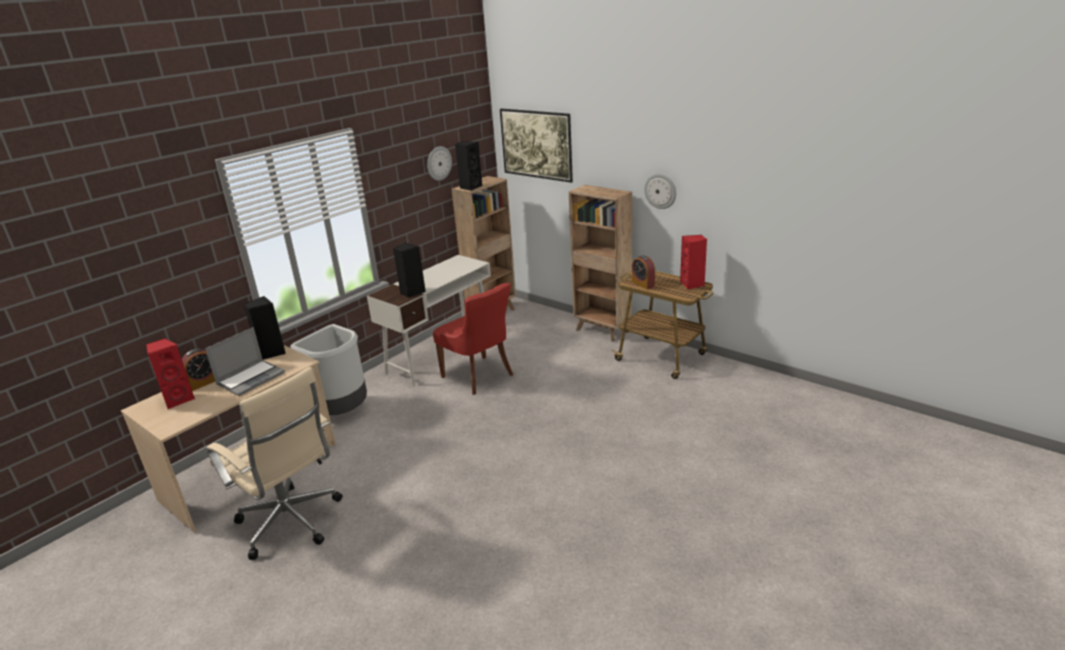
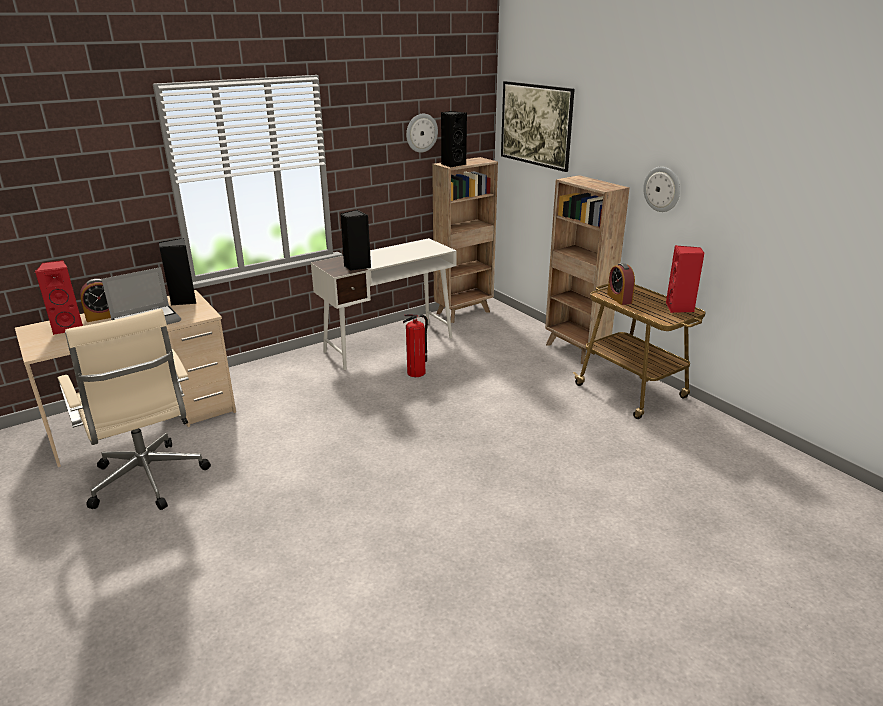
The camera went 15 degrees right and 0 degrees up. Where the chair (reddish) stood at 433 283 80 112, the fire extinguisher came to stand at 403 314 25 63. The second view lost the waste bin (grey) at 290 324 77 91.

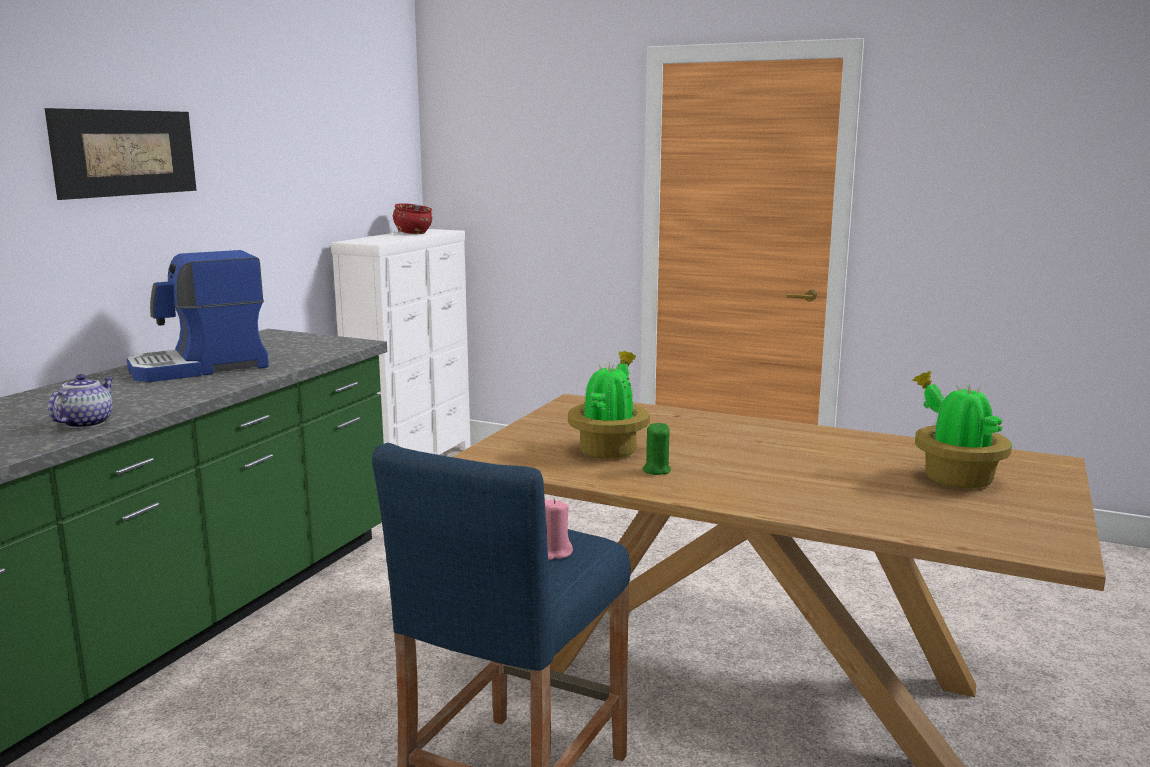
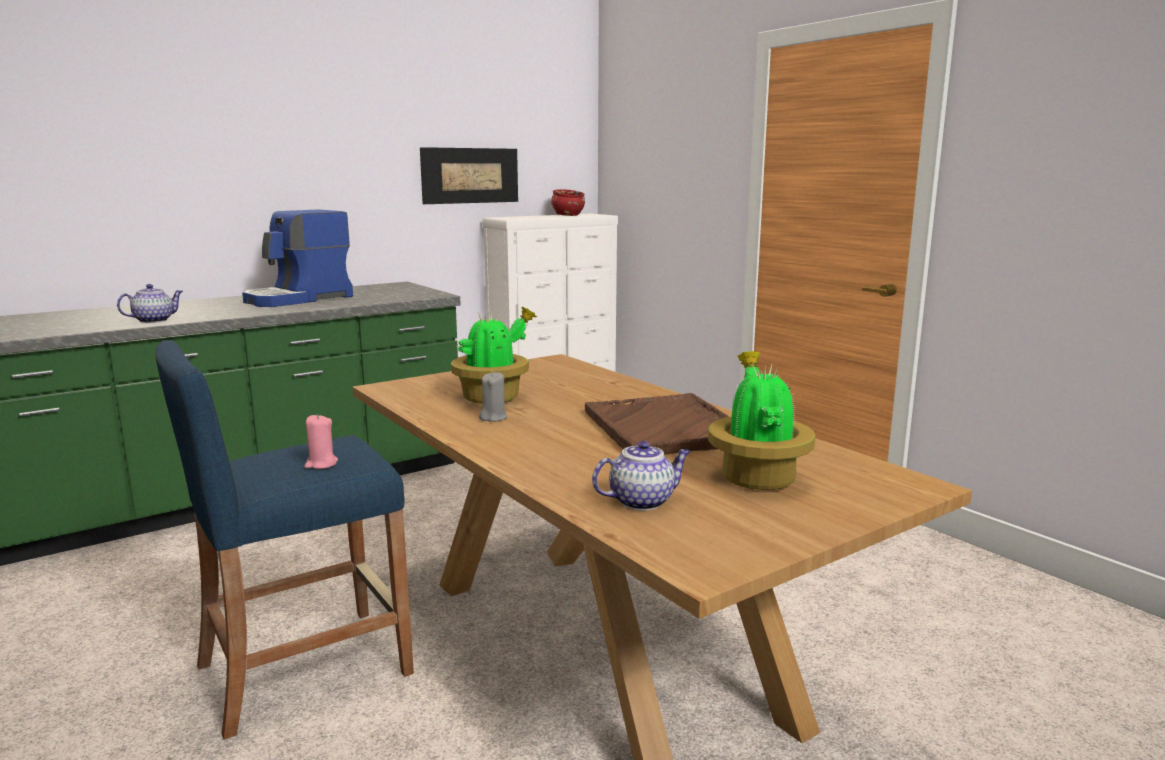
The camera went 30 degrees right and 0 degrees up. The coffee brewer at 127 250 142 132 ended up facing another way, 45 degrees counterclockwise from before. The picture ended up elsewhere, having gone from 45 108 152 92 to 420 147 98 57. What was the candle (greenish) at 643 423 28 52 turned into the candle (grey) at 479 371 29 51. The second view gained the serving tray (brown) at 585 393 144 62. The second view gained the pot for tea at 592 441 99 69.

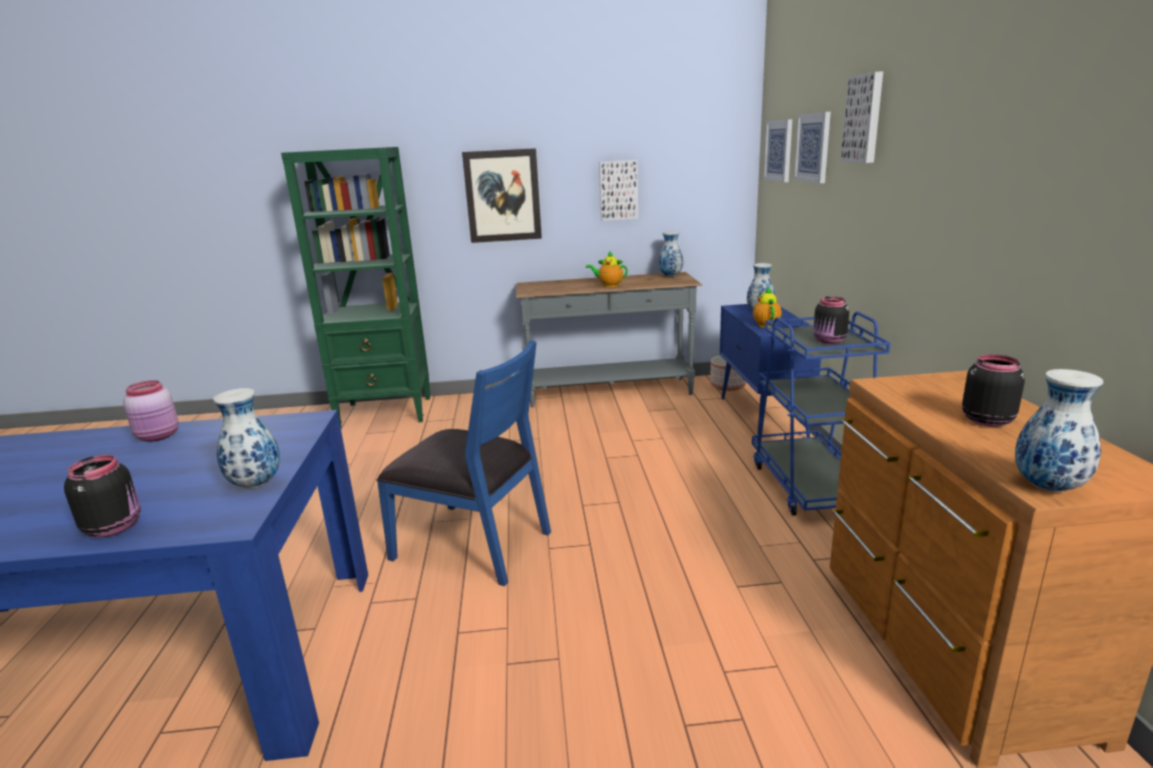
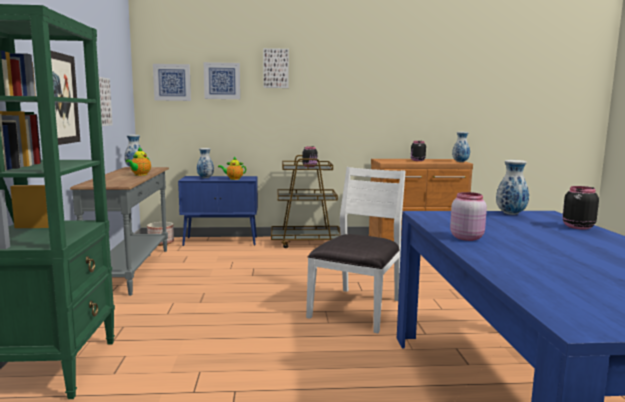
The camera went 90 degrees left and 10 degrees down. What was the wheeled cart (blue-coloured) at 752 311 138 205 turned into the wheeled cart (brown) at 271 155 70 93. What was the chair (blue-coloured) at 376 340 175 246 turned into the chair (whitish) at 306 167 100 166.

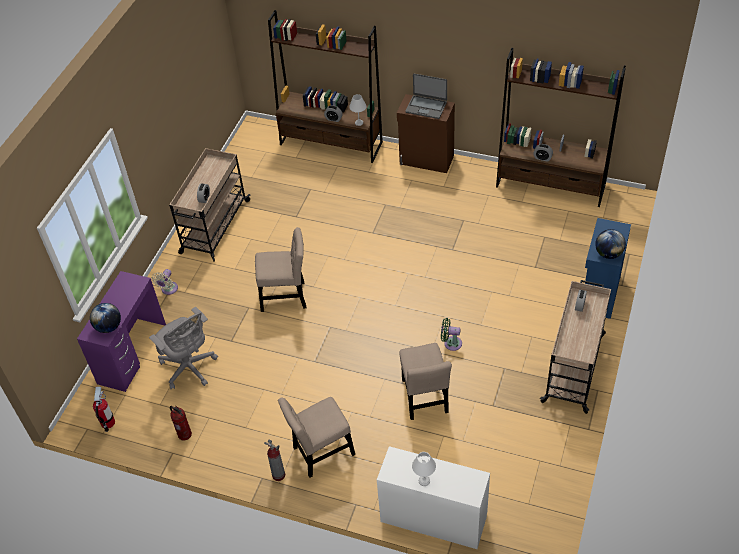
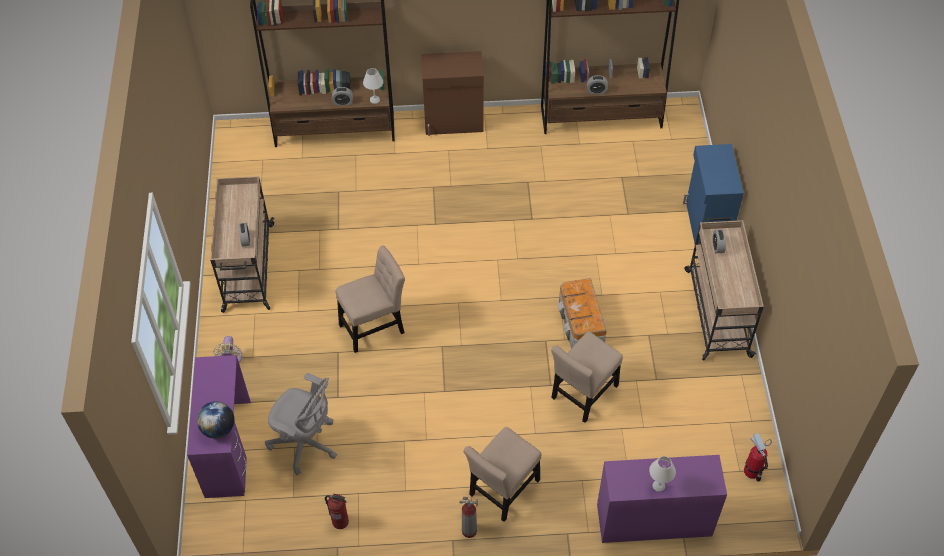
The camera went 25 degrees left and 5 degrees up. The chair (beige) at 399 343 53 77 ended up facing another way, 75 degrees clockwise from before. Where the fan (greenish) stood at 441 318 21 33, the storage bin came to stand at 558 278 48 70. What was the desk unit (whitish) at 377 446 113 103 turned into the desk unit (purplish) at 597 455 130 88. The fire extinguisher ended up elsewhere, having gone from 93 387 22 45 to 744 433 28 49. The second view lost the notebook computer at 405 74 42 45. The second view lost the world globe at 595 229 31 30.

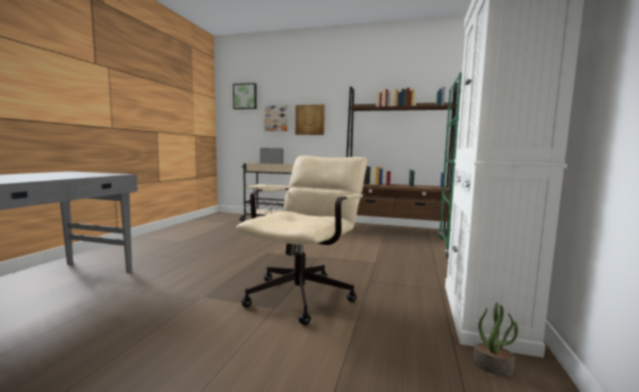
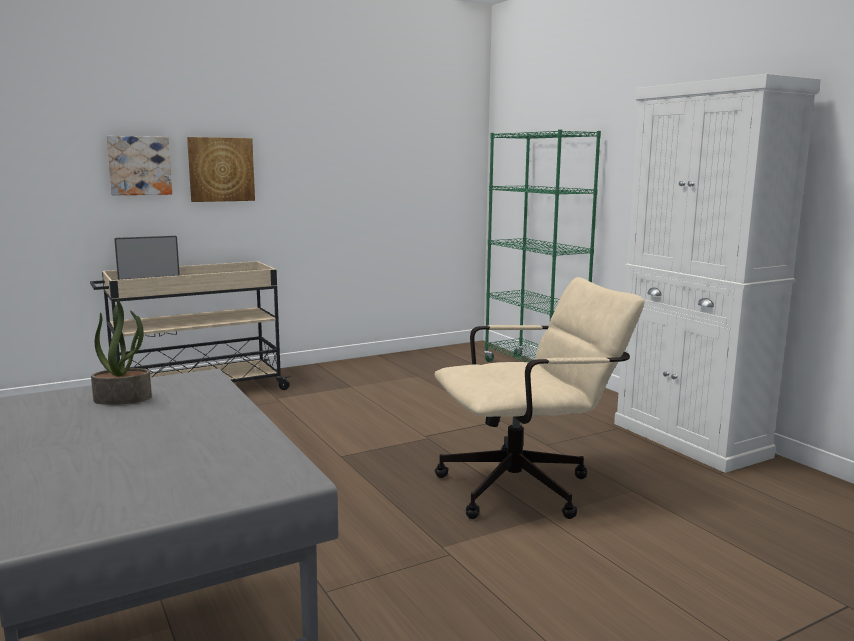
The camera went 45 degrees left and 5 degrees up. The houseplant ended up elsewhere, having gone from 473 302 45 74 to 91 300 61 105. The desk chair (beige) at 236 155 131 170 ended up facing another way, 90 degrees clockwise from before. The second view lost the picture at 233 83 24 26. The second view lost the bookcase (brown) at 346 83 112 154.

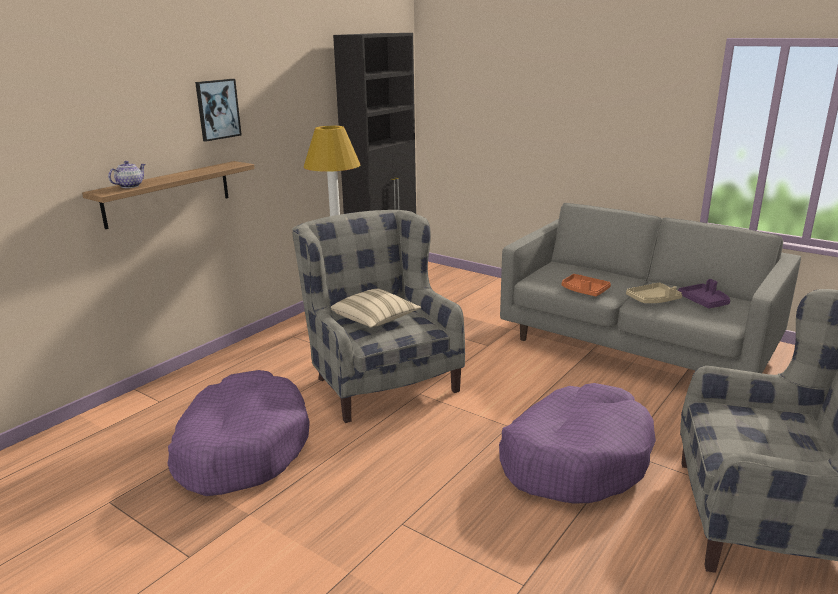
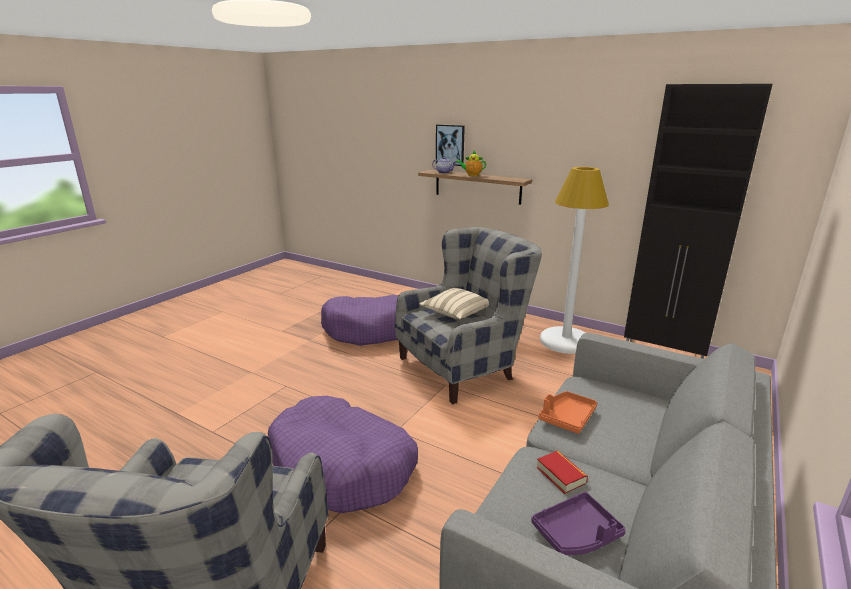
The camera went 85 degrees right and 0 degrees up. The picture ended up elsewhere, having gone from 195 79 47 62 to 436 124 29 42. The second view gained the pot for tea at 456 151 30 25. Where the serving tray (beige) stood at 626 283 56 20, the bound book came to stand at 536 450 52 44.

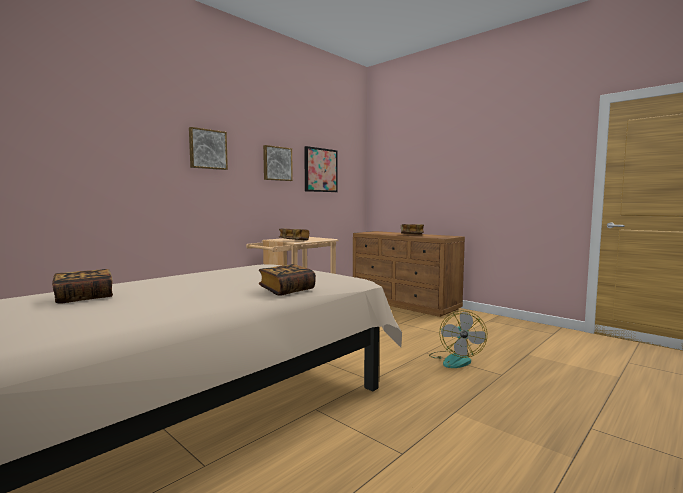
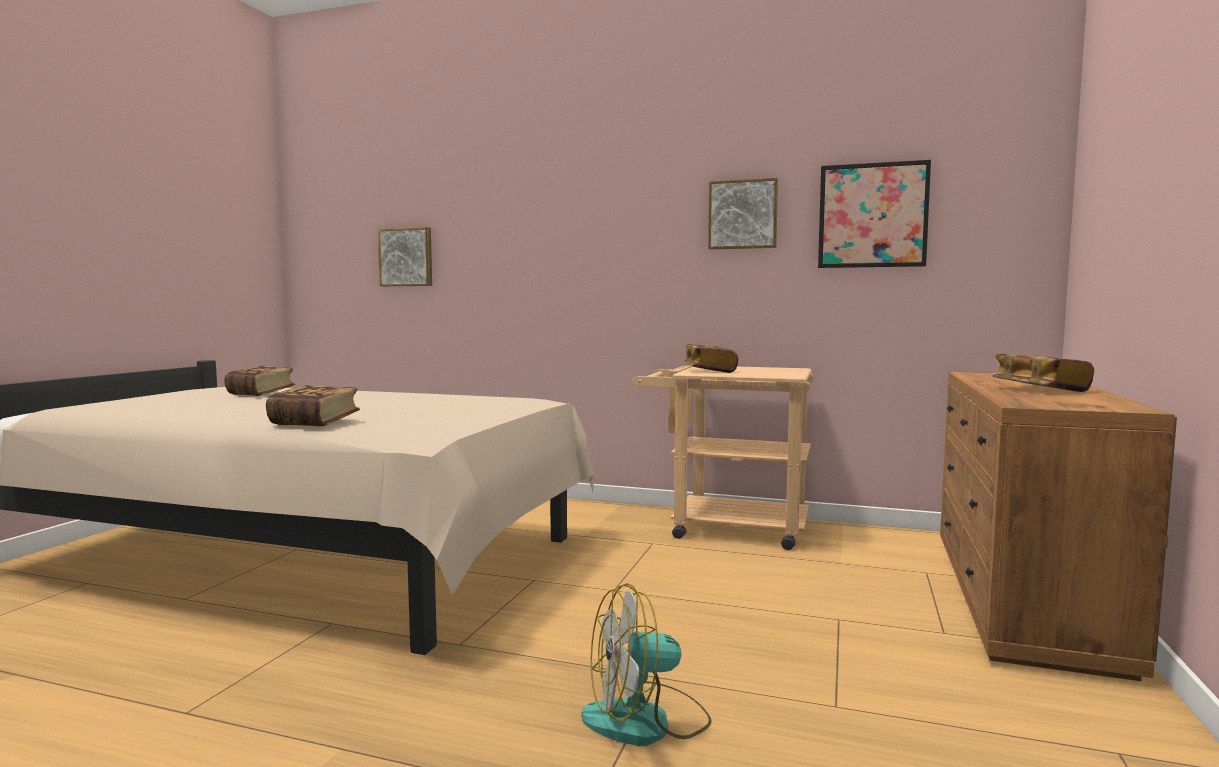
The camera went 65 degrees right and 0 degrees up. The picture ended up elsewhere, having gone from 189 127 39 43 to 378 227 54 59.

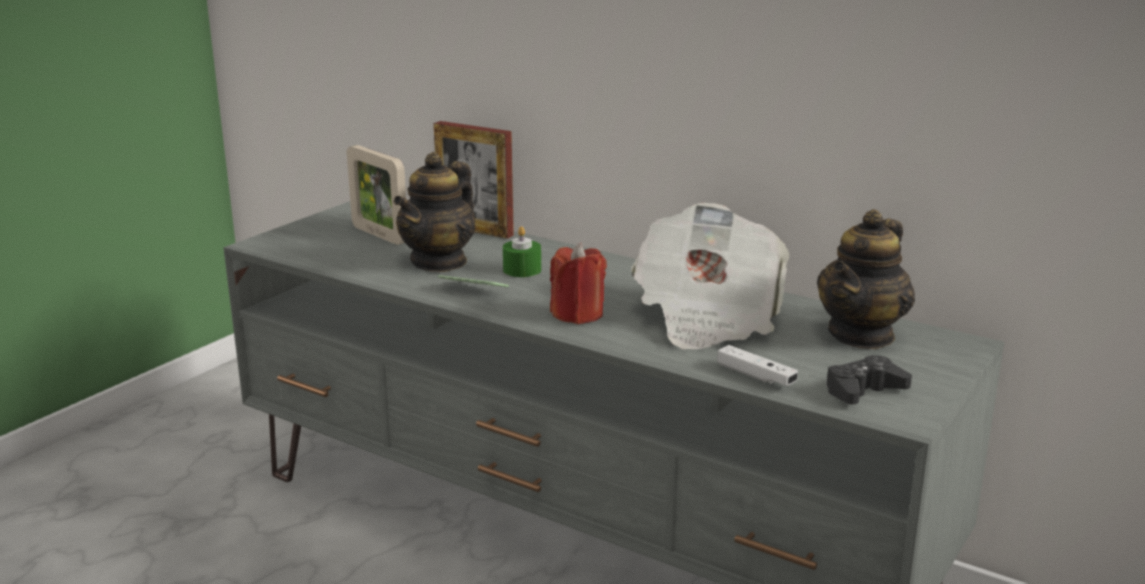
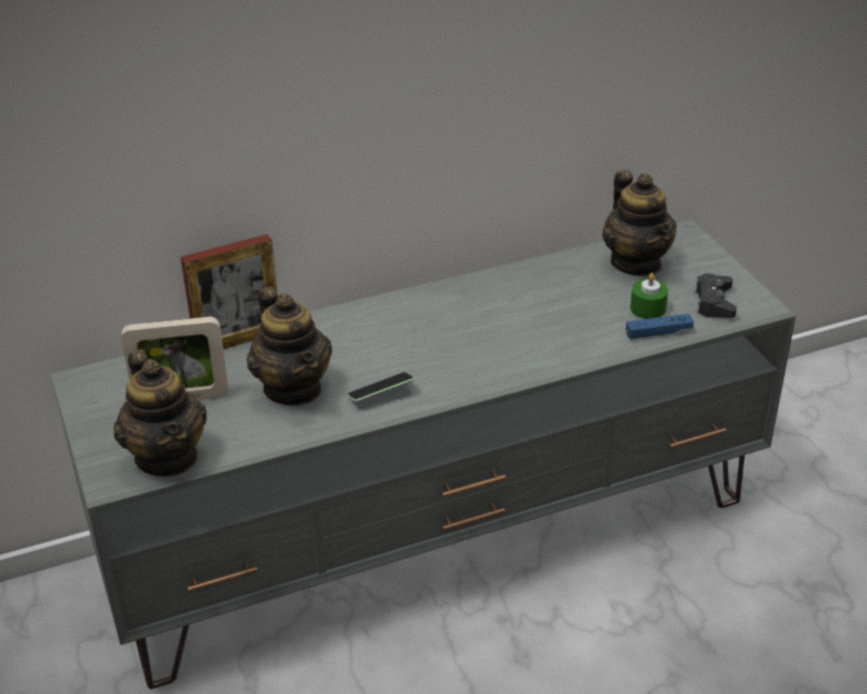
The camera went 55 degrees left and 15 degrees up. The second view gained the pot for tea at 114 349 93 128. What was the joypad (whitish) at 717 345 81 41 turned into the joypad (blue-coloured) at 626 314 68 25. The candle (greenish) ended up elsewhere, having gone from 503 226 38 51 to 630 273 38 46. The second view lost the candle (reddish) at 550 243 57 81. The second view lost the printed paper at 632 203 158 146.

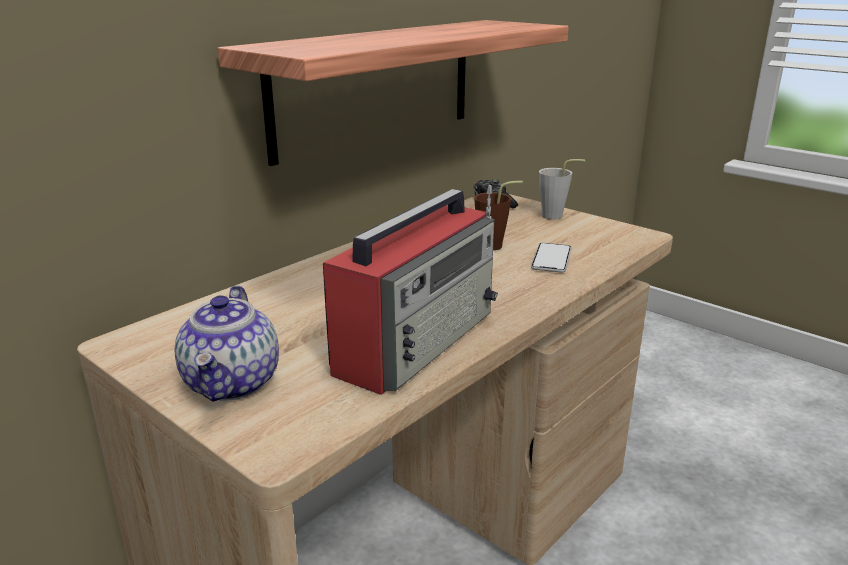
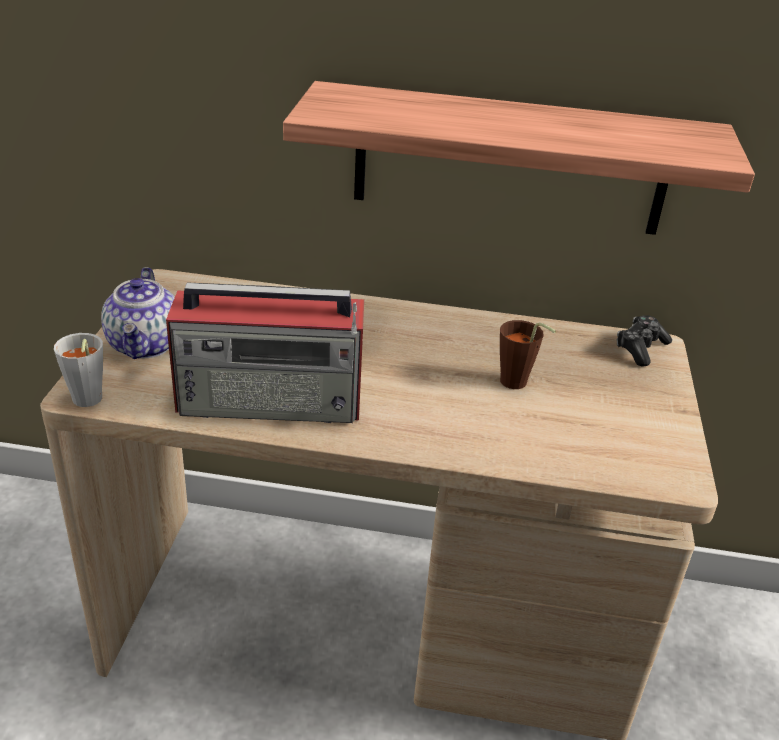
The camera went 55 degrees right and 10 degrees up. The cup (grey) ended up elsewhere, having gone from 539 159 46 61 to 54 333 49 74. The pot for tea at 175 286 104 116 ended up facing another way, 60 degrees counterclockwise from before. The second view lost the telephone at 531 243 41 30.

